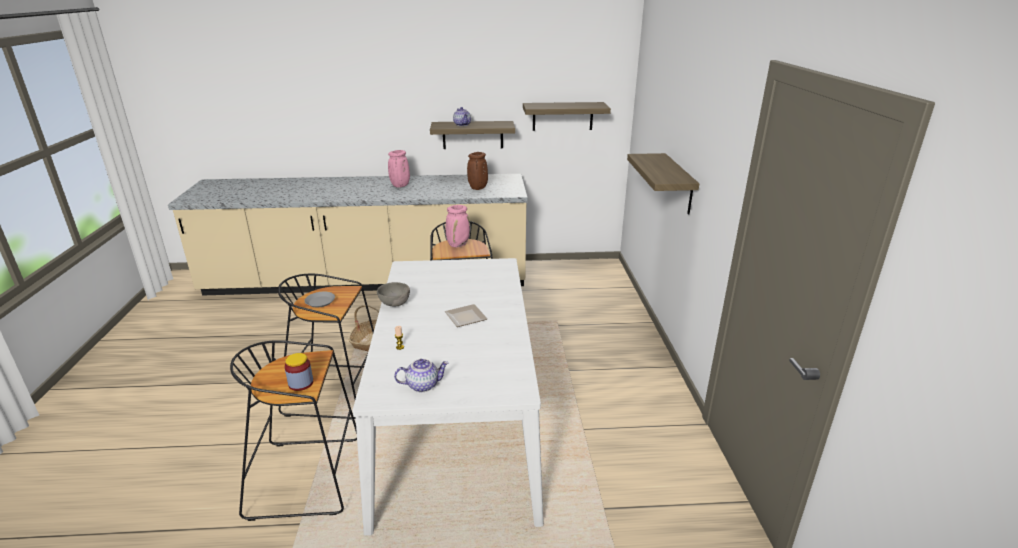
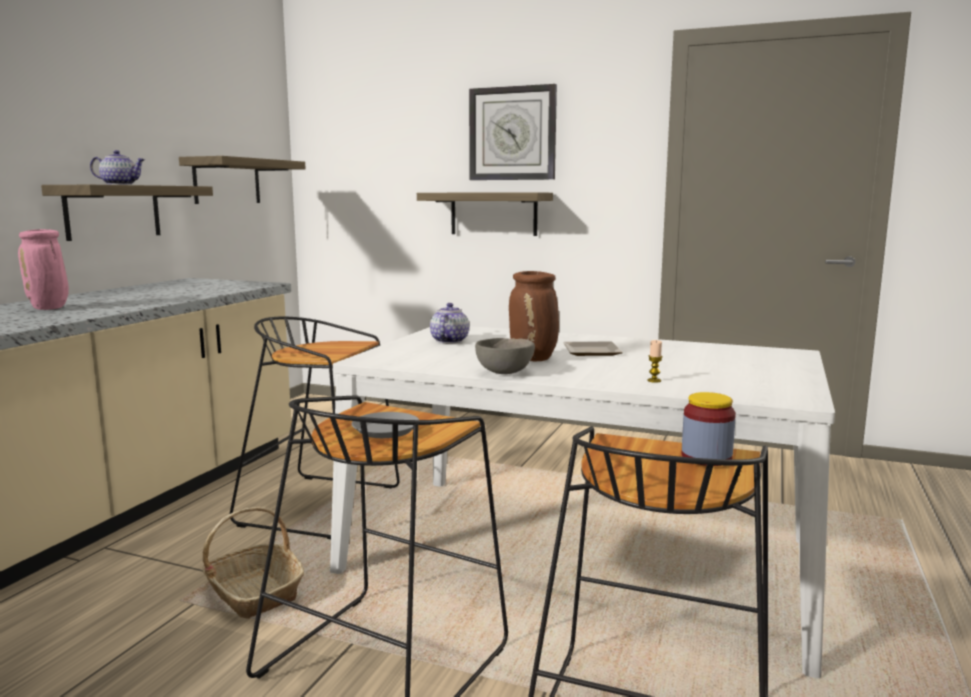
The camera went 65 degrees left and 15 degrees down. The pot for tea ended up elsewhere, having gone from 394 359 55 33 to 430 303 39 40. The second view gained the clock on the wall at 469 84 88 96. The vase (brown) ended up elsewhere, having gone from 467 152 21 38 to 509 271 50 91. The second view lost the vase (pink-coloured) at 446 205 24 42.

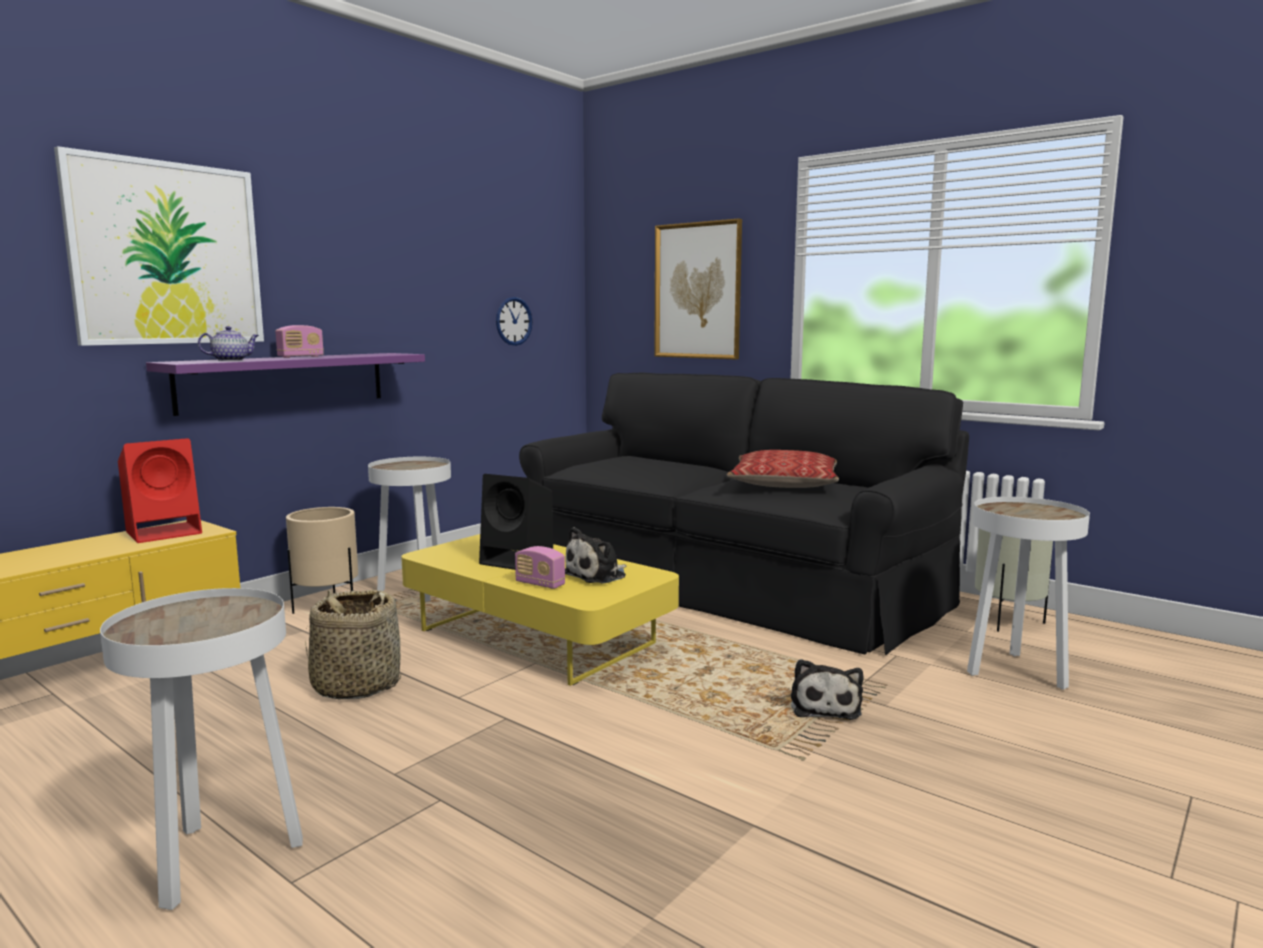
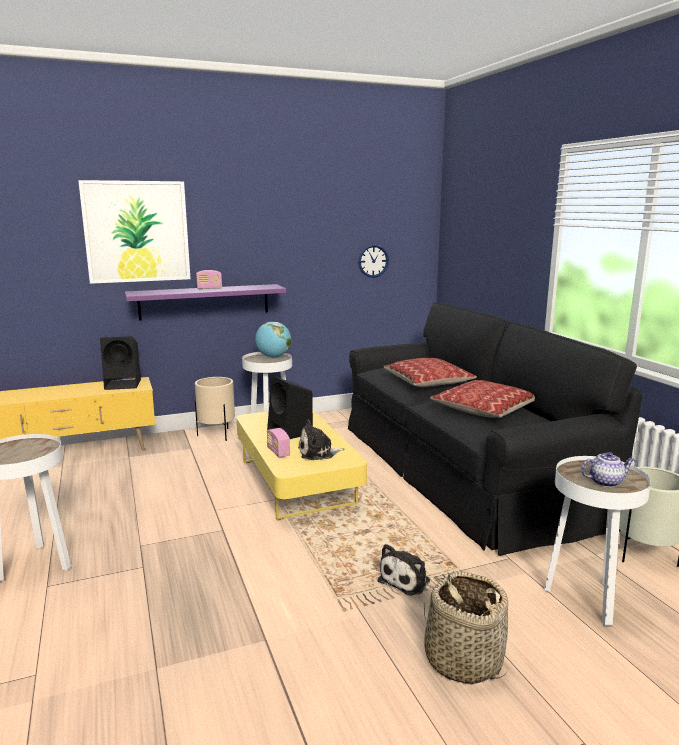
The camera went 30 degrees right and 5 degrees up. What was the audio speaker (reddish) at 118 438 84 105 turned into the audio speaker (black-coloured) at 100 336 41 54. The second view gained the world globe at 255 322 36 36. The second view gained the cushion at 383 358 94 29. The household basket ended up elsewhere, having gone from 305 590 97 110 to 424 572 84 112. The pot for tea ended up elsewhere, having gone from 198 326 61 35 to 581 452 54 35. The second view lost the picture at 654 218 88 141.

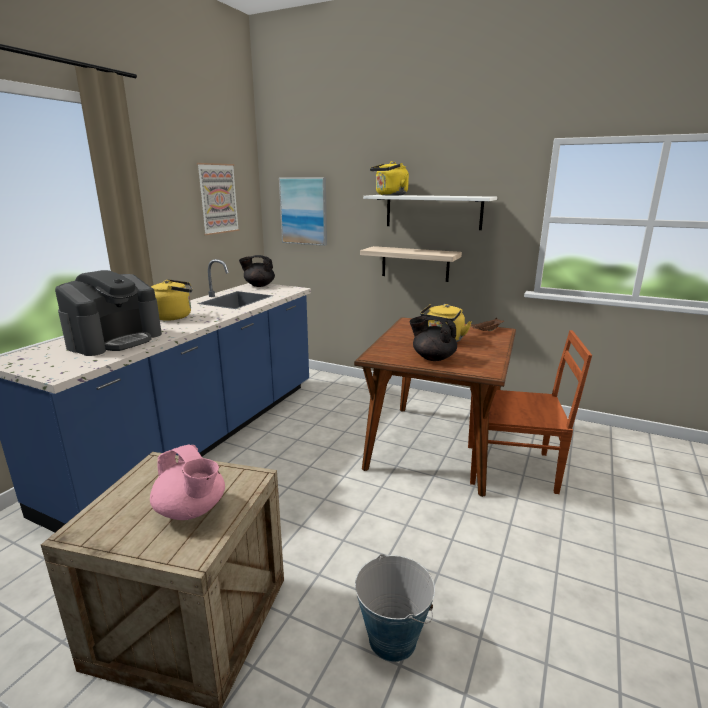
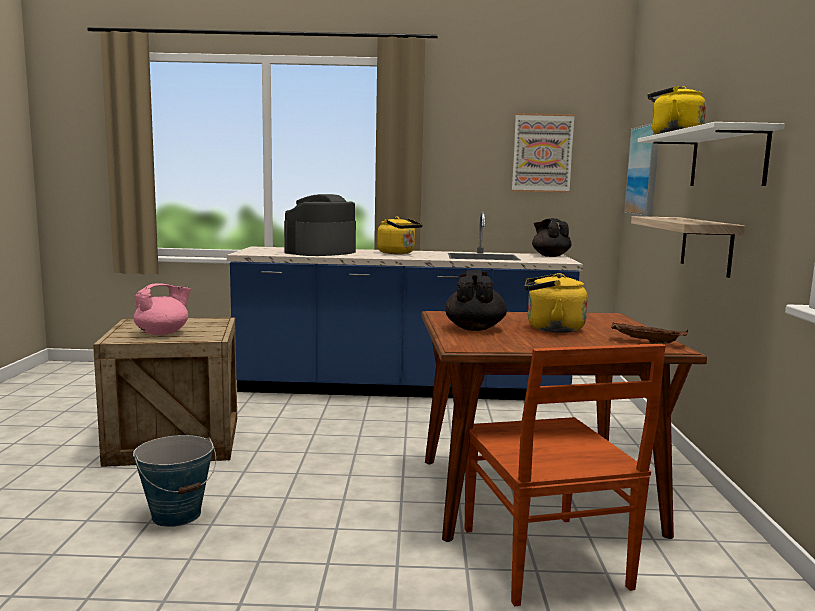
The camera went 65 degrees right and 10 degrees down. The pot for tea (pink-coloured) at 150 445 75 75 ended up facing another way, 150 degrees counterclockwise from before. The coffee brewer at 55 270 107 86 ended up facing another way, 120 degrees clockwise from before.

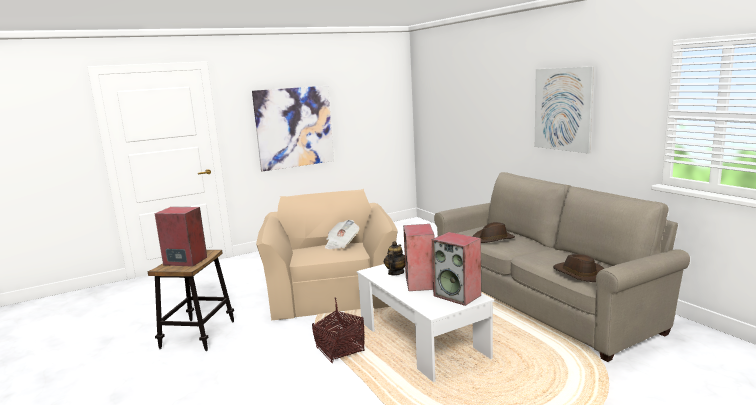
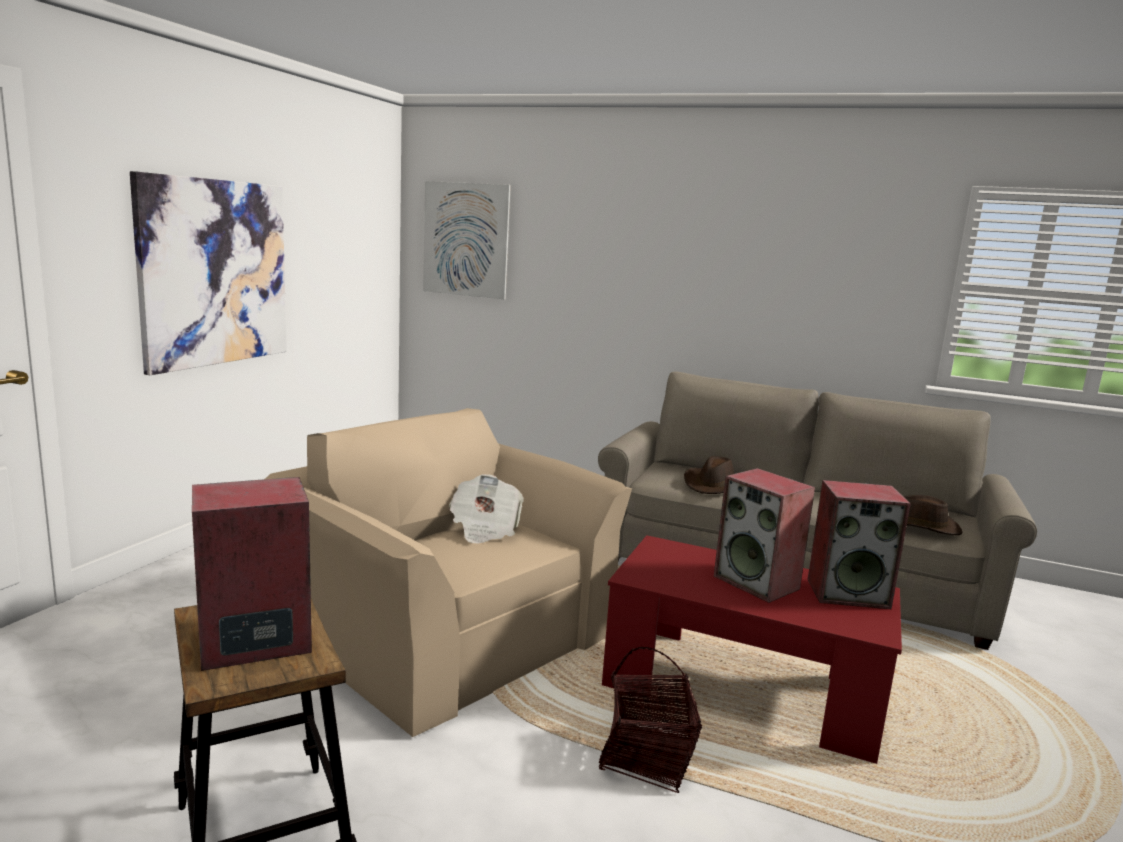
The camera went 40 degrees left and 0 degrees up. The picture ended up elsewhere, having gone from 535 66 59 88 to 423 181 88 118. What was the coffee table (whitish) at 357 264 137 118 turned into the coffee table (reddish) at 602 535 300 229. The second view lost the pot for tea at 384 241 21 34.

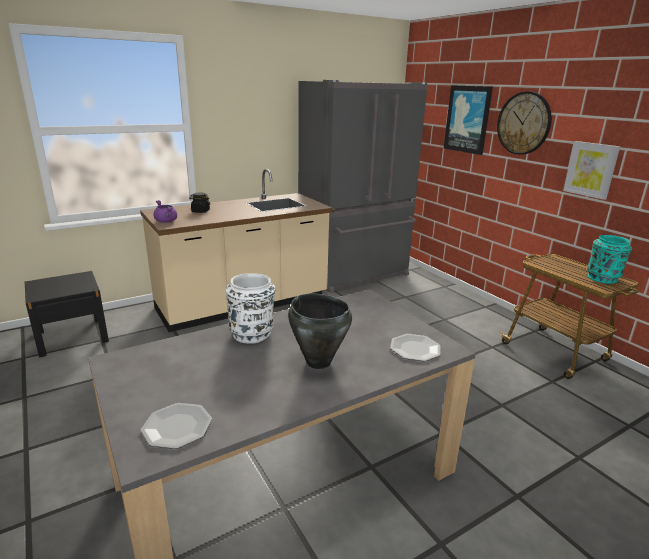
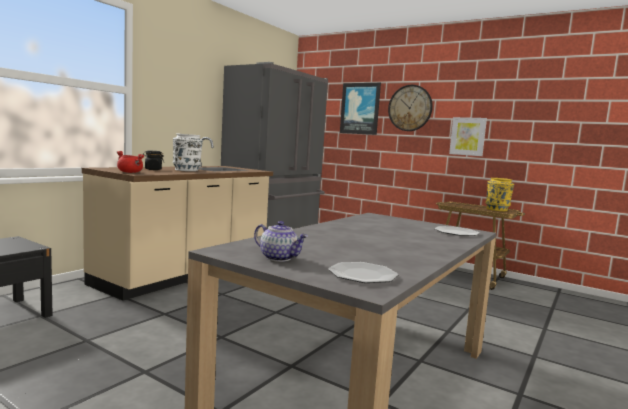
The camera went 25 degrees left and 15 degrees down. What was the stockpot (purplish) at 153 200 24 23 turned into the stockpot (reddish) at 117 151 27 22. The vase (whitish) ended up elsewhere, having gone from 226 273 49 71 to 173 133 30 38. The second view gained the pot for tea at 254 221 54 41. What was the vase (turquoise-coloured) at 587 235 45 49 turned into the vase (yellowish) at 486 178 28 33. The second view lost the stockpot (black-coloured) at 288 293 64 76.

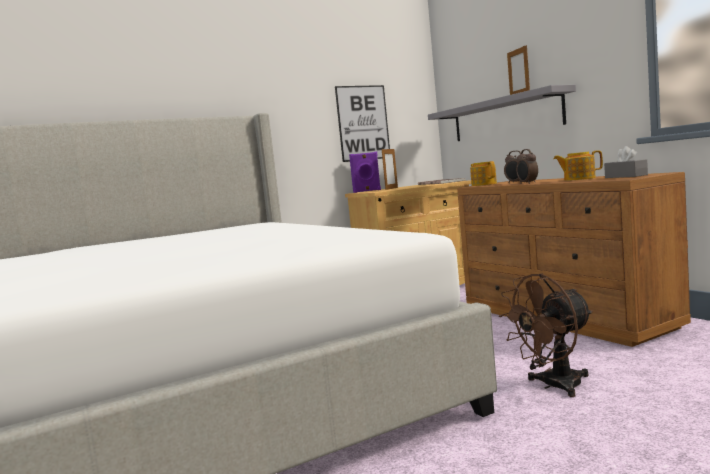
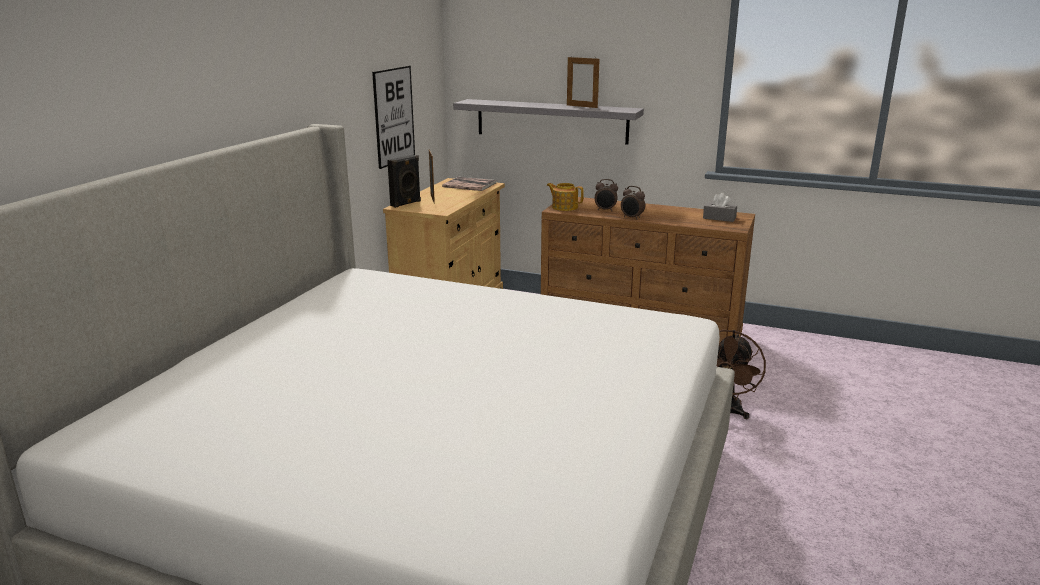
The camera went 40 degrees left and 15 degrees up. What was the audio speaker (purplish) at 349 152 32 41 turned into the audio speaker (black-coloured) at 387 155 34 53. The second view lost the pot for tea at 553 150 50 31.

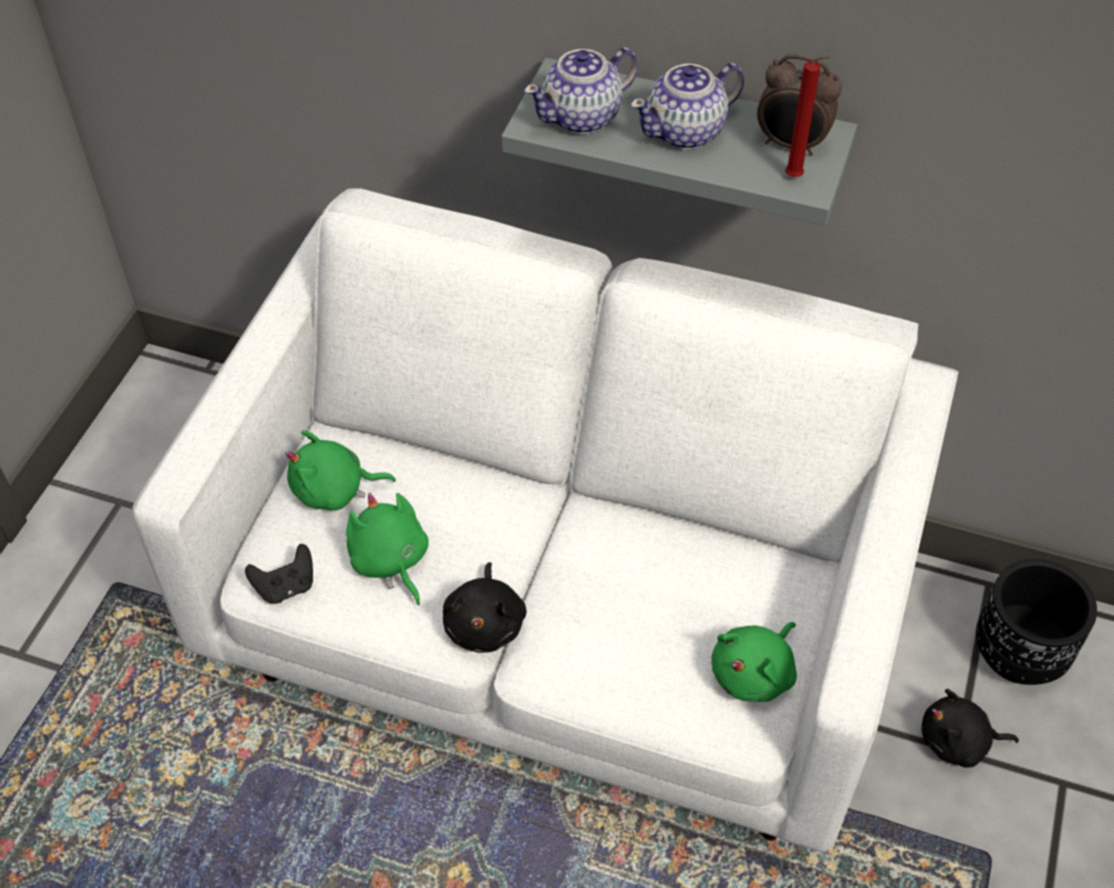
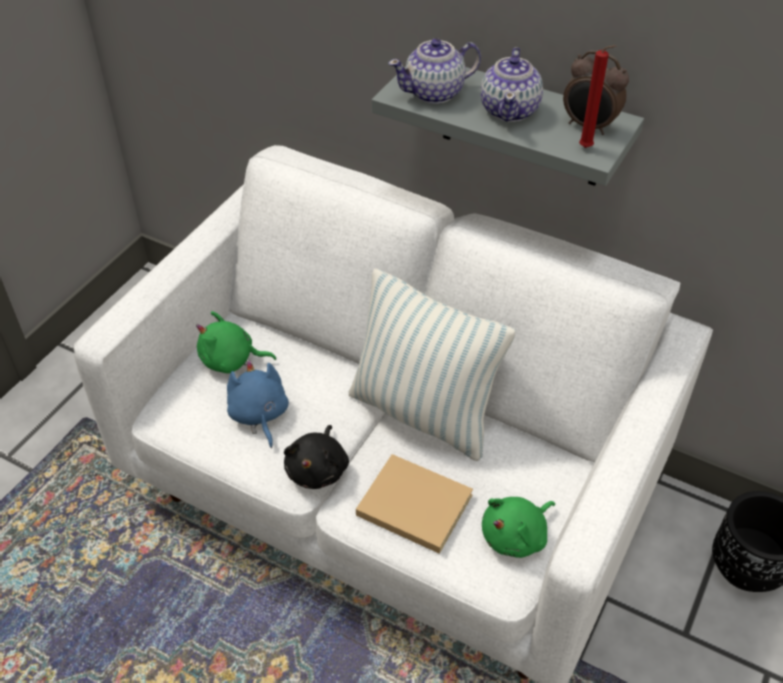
The camera went 10 degrees right and 5 degrees down. What was the plush toy (greenish) at 346 493 83 112 turned into the plush toy (blue-coloured) at 227 360 62 88. The second view gained the cushion at 349 269 167 192. The second view gained the bound book (beige) at 356 454 117 100. The pot for tea at 631 63 113 86 ended up facing another way, 60 degrees counterclockwise from before. The second view lost the joypad (black-coloured) at 245 544 68 60. The second view lost the plush toy (black-coloured) at 921 689 98 78.

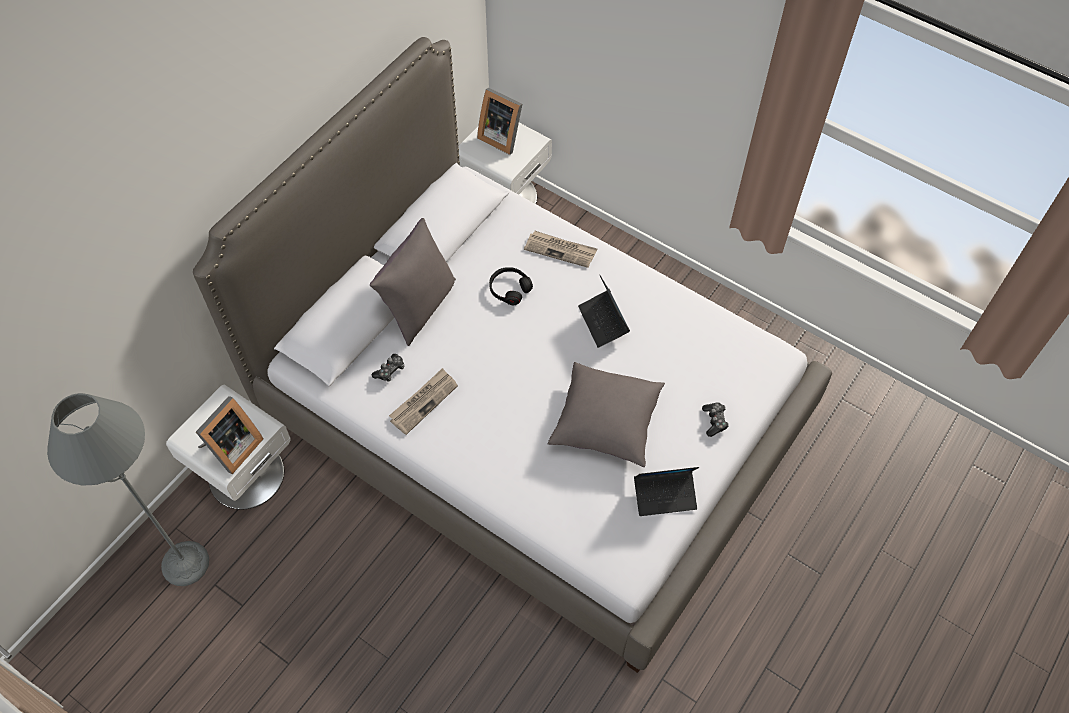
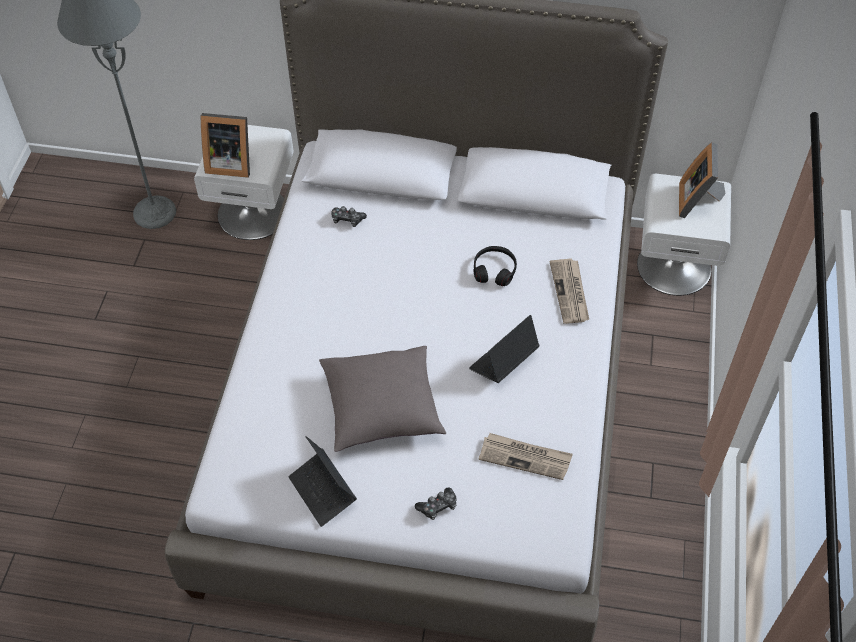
The camera went 65 degrees right and 5 degrees down. The printed paper ended up elsewhere, having gone from 389 368 69 67 to 478 433 95 47. The second view lost the cushion (grey) at 370 218 86 128.

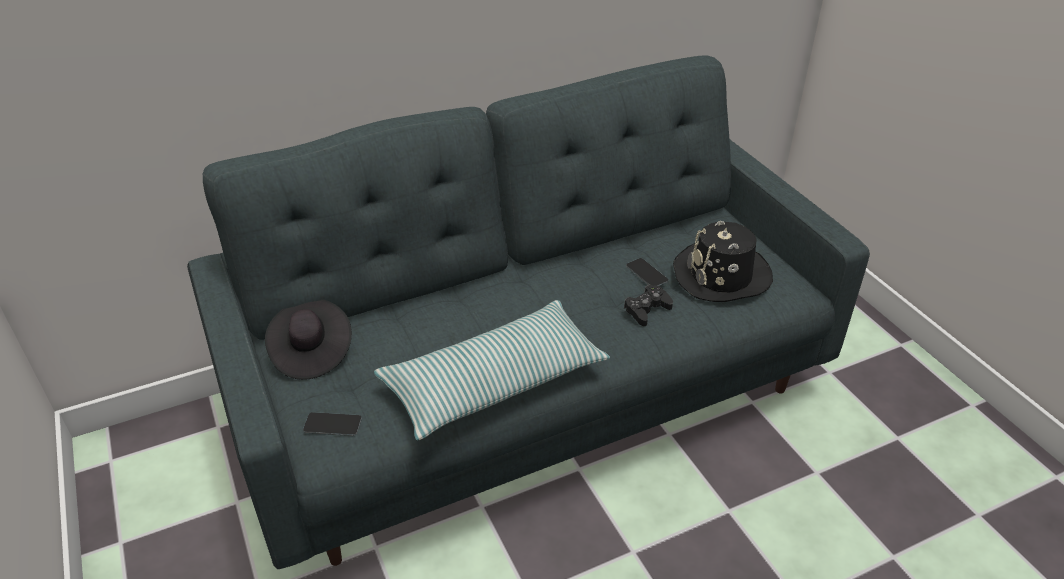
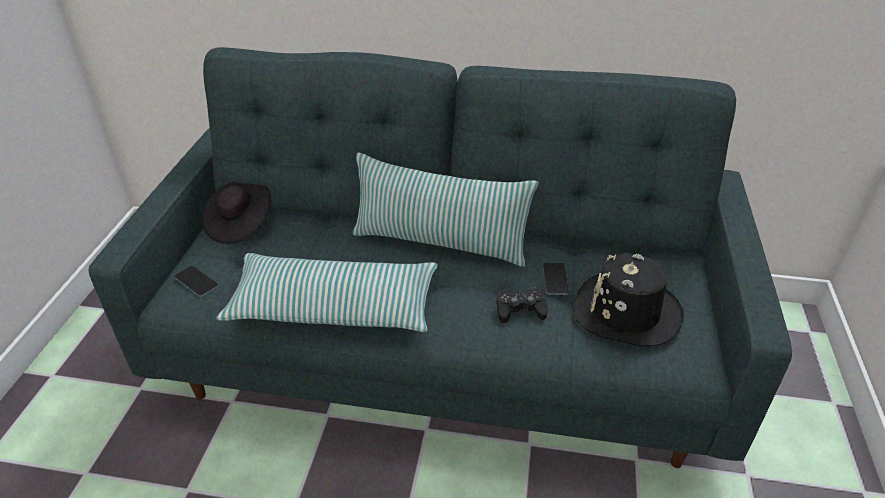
The camera went 35 degrees right and 0 degrees up. The second view gained the cushion at 352 153 187 114.

